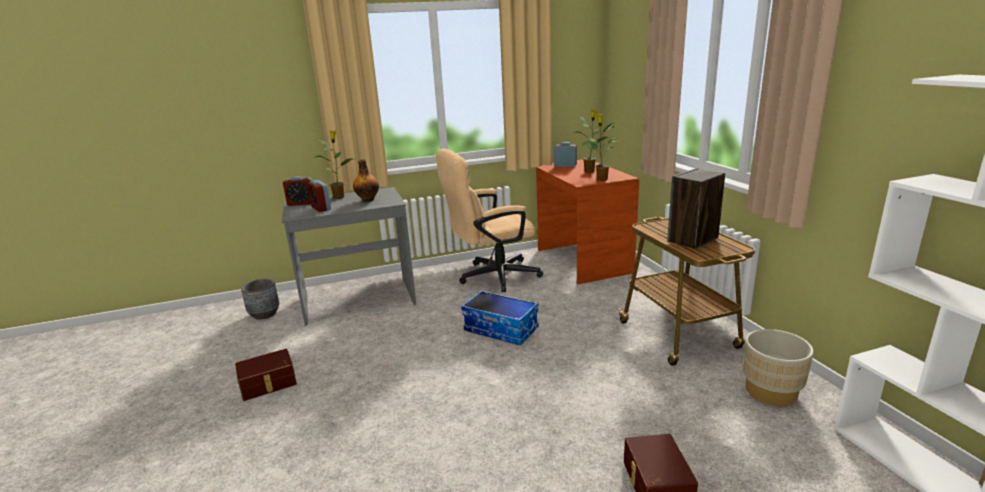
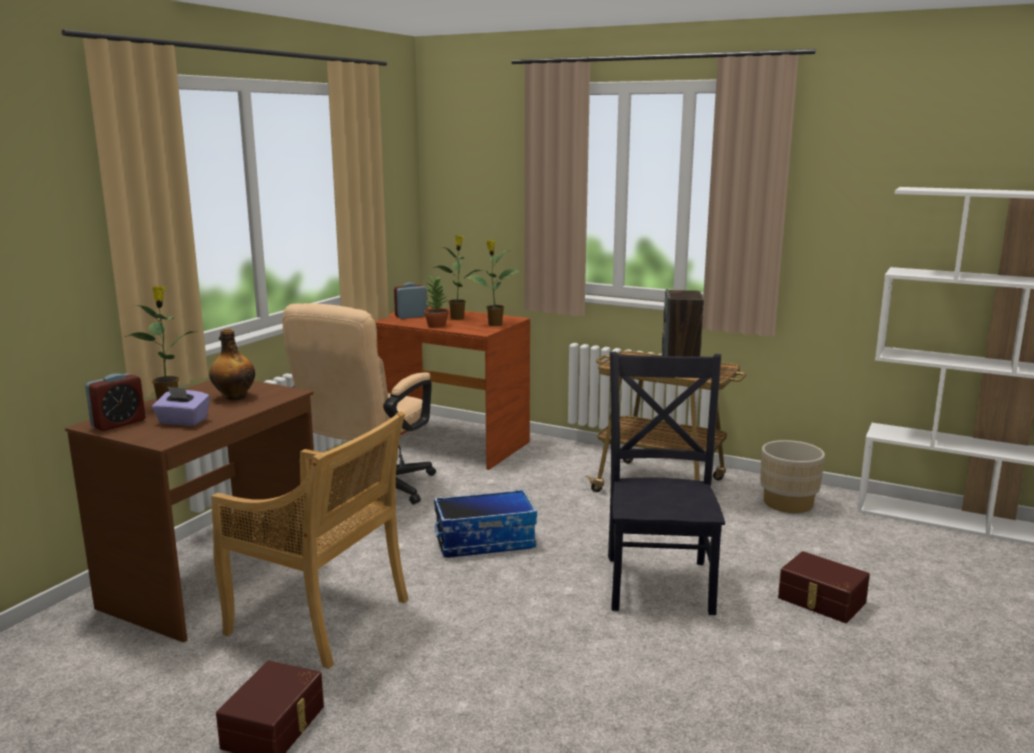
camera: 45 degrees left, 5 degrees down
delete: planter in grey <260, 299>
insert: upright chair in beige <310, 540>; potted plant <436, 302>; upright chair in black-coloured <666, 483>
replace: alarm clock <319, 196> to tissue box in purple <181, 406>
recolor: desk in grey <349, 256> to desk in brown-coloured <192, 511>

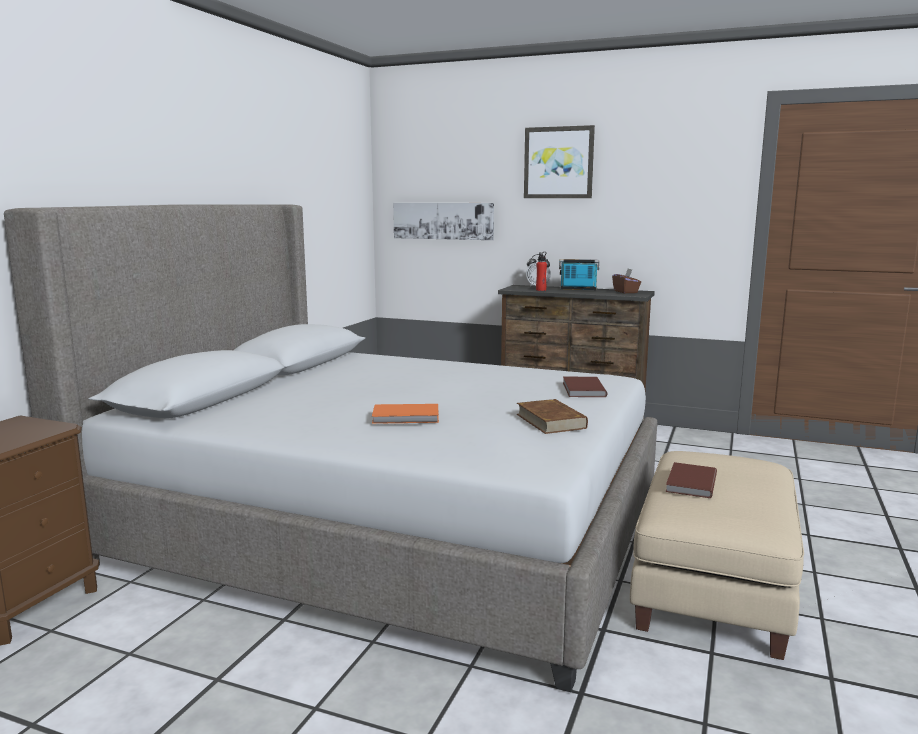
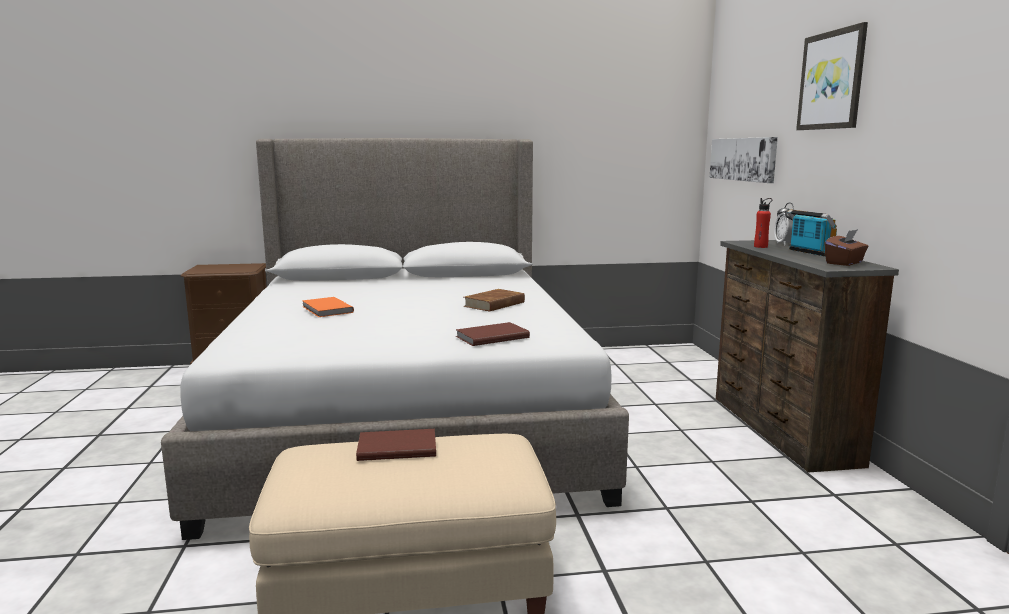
camera: 60 degrees right, 0 degrees up
move: volume in brown-coloured <552, 416> to <494, 300>

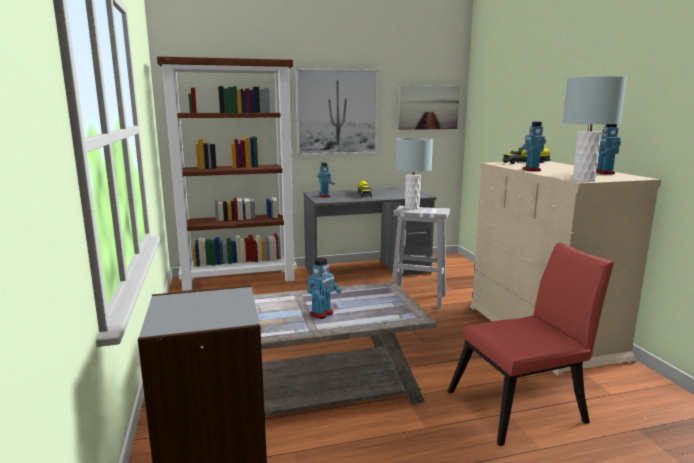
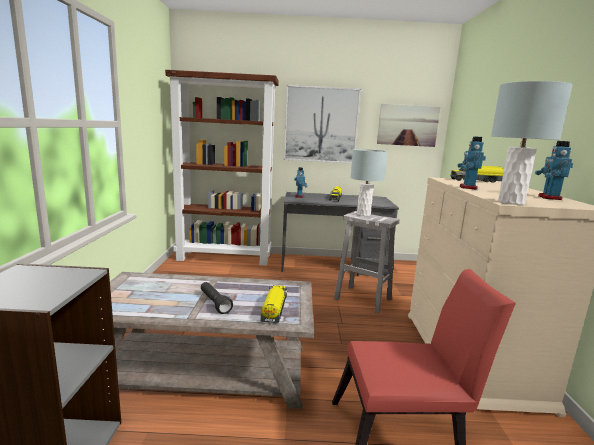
camera: 15 degrees right, 0 degrees up
insert: model truck <273, 304>
replace: model robot <324, 288> to flashlight in black-coloured <217, 298>

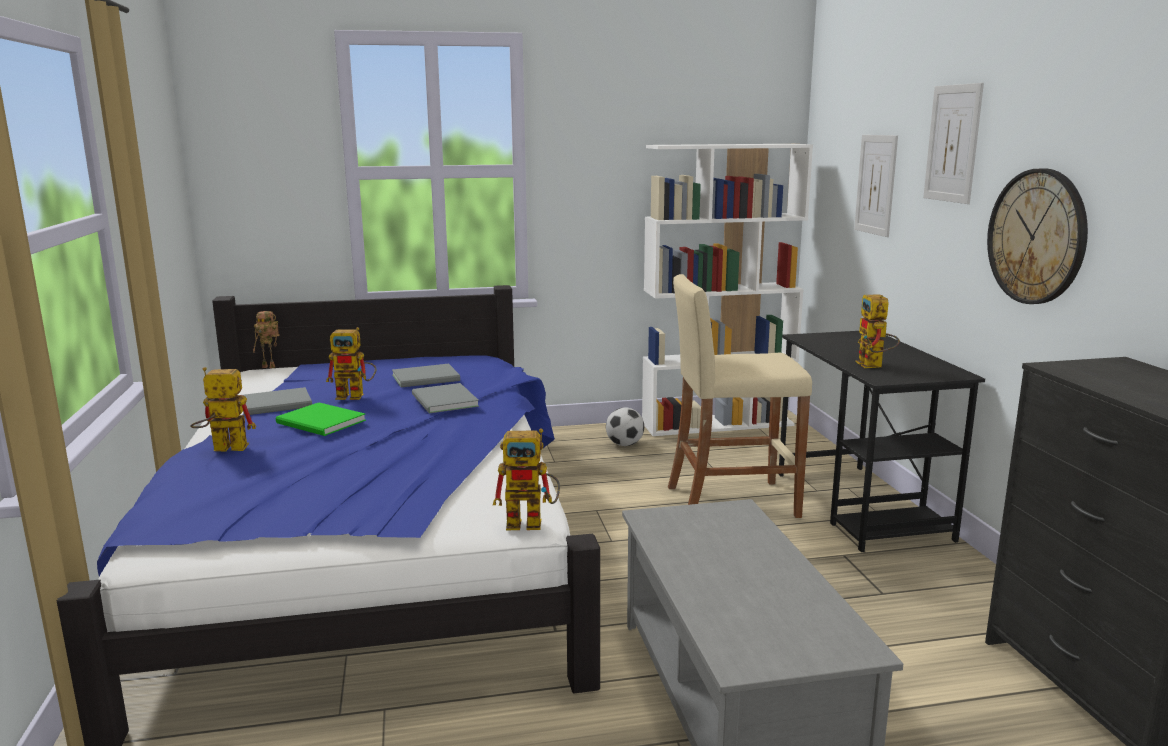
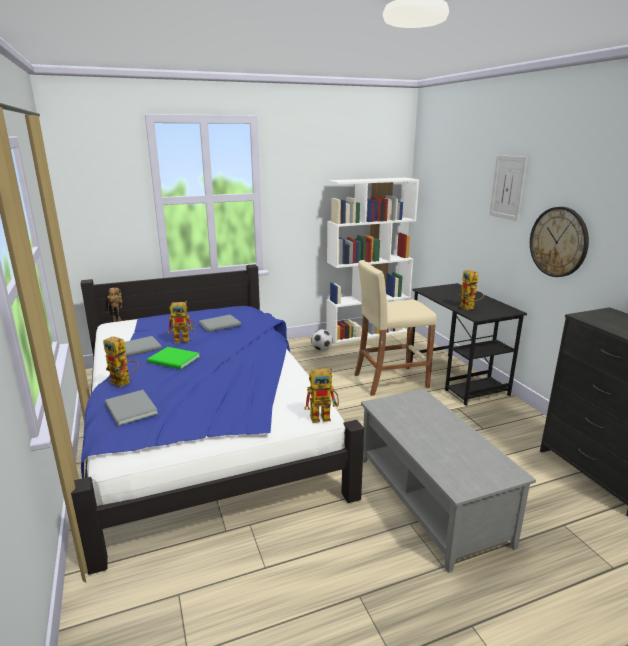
camera: 10 degrees left, 5 degrees up
delete: wall picture <876, 186>
move: volume in grey <445, 398> to <131, 408>
rotate: model robot <223, 409> = <121, 361> 135 degrees counterclockwise

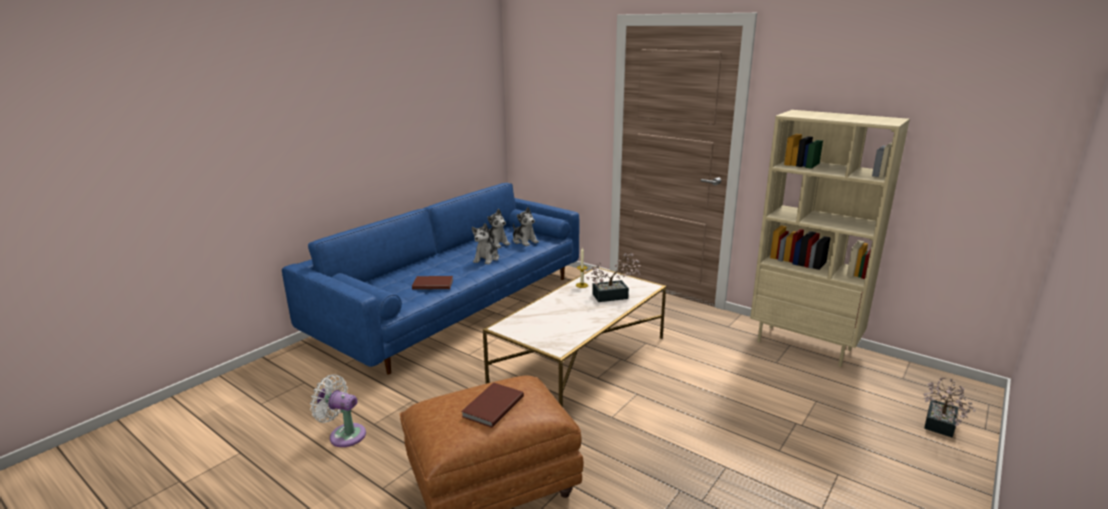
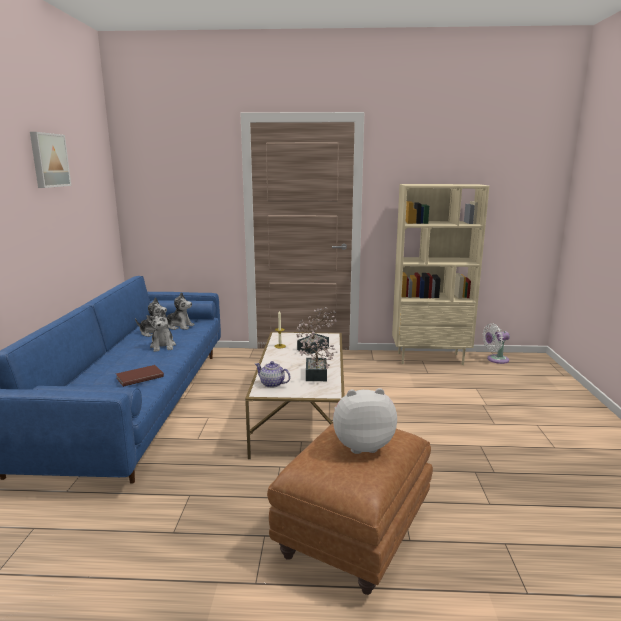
camera: 35 degrees left, 5 degrees down
insert: wall picture <51, 160>; pot for tea <273, 374>
move: cooling fan in whitish <338, 411> to <496, 343>; potted plant <949, 408> to <318, 358>
replace: volume in brown-coloured <492, 405> to plush toy <365, 421>

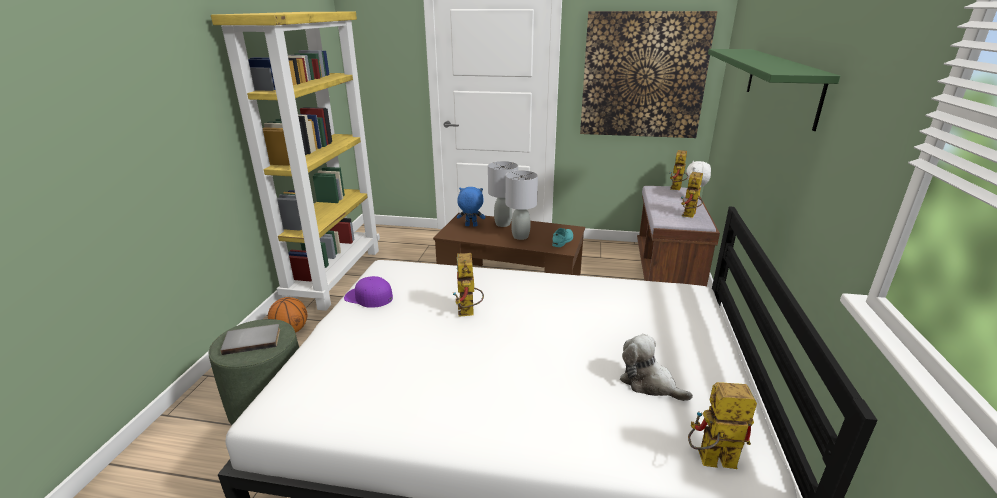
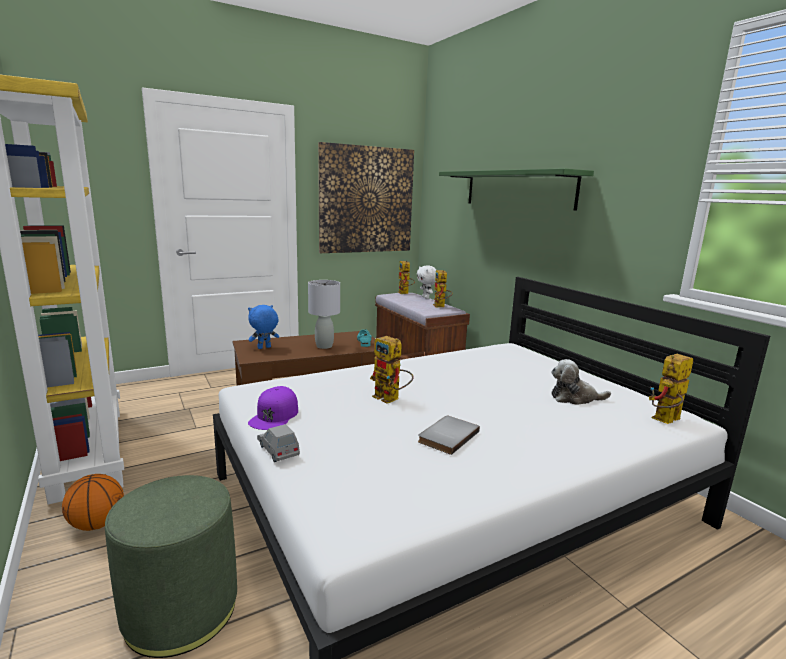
camera: 40 degrees left, 10 degrees down
delete: lamp for a table in grey <503, 194>
insert: model car in grey <278, 443>
move: volume in grey <250, 339> to <449, 435>
rotate: peaked cap in purple <368, 292> = <273, 408> 60 degrees counterclockwise

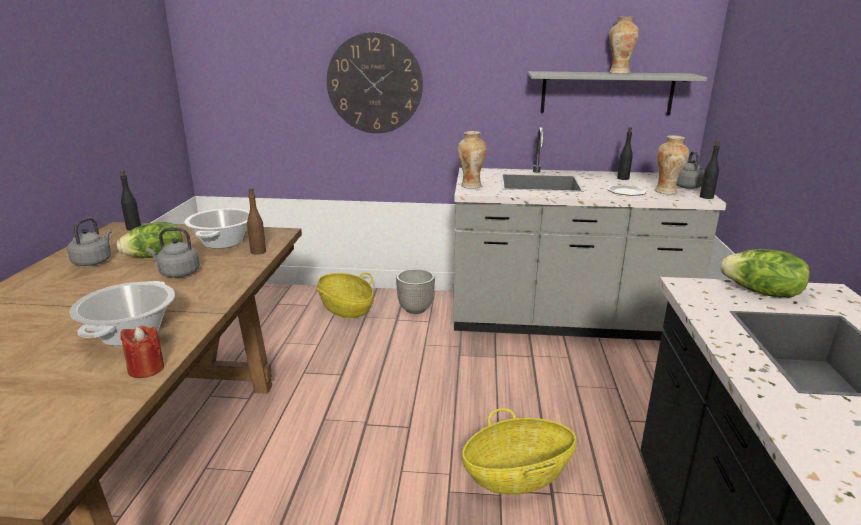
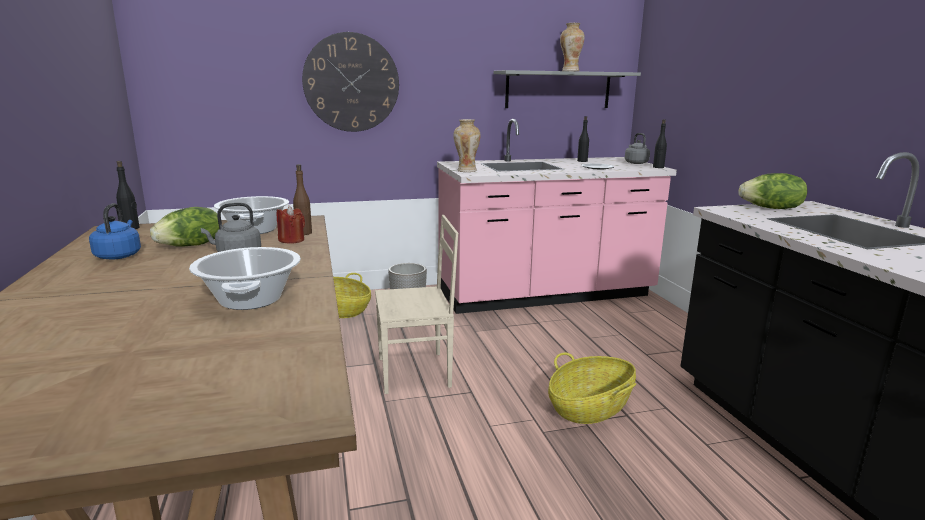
camera: 20 degrees left, 5 degrees down
delete: decorative vase <672, 164>
insert: upright chair in beige <417, 304>
move: wax candle in red-coloured <142, 352> to <291, 225>
recolor: water kettle in grey <89, 242> to water kettle in blue <115, 231>; kitchen base unit in grey <590, 234> to kitchen base unit in pink <557, 216>

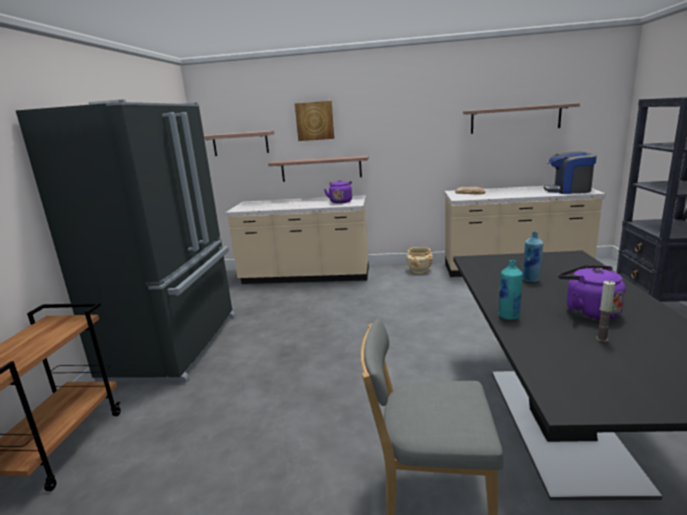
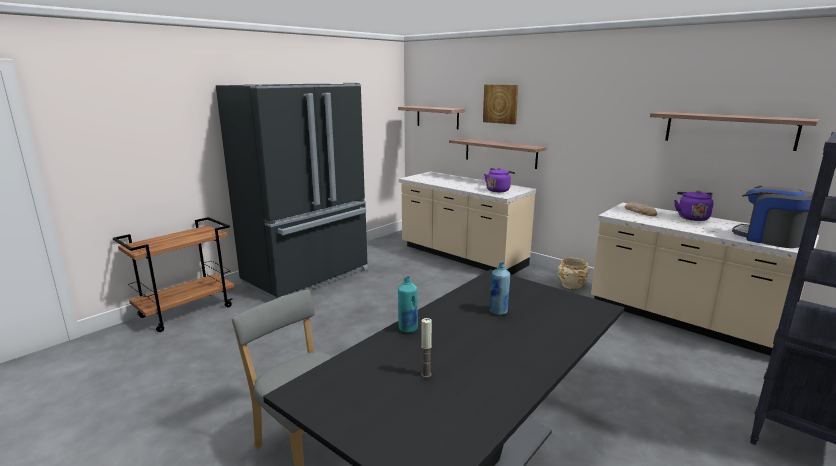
camera: 35 degrees right, 0 degrees up
move: water kettle in purple <592, 293> to <694, 205>

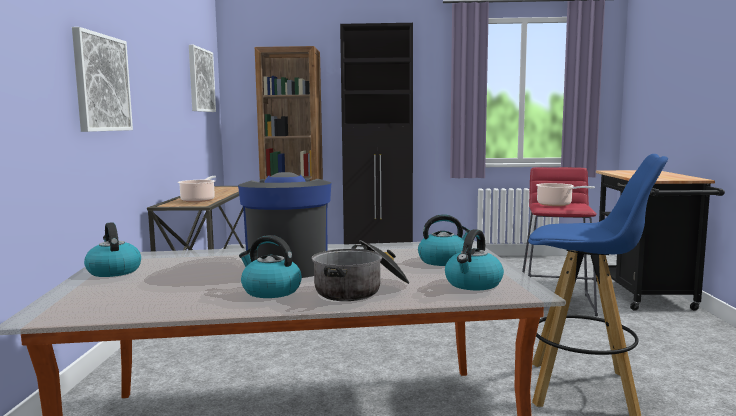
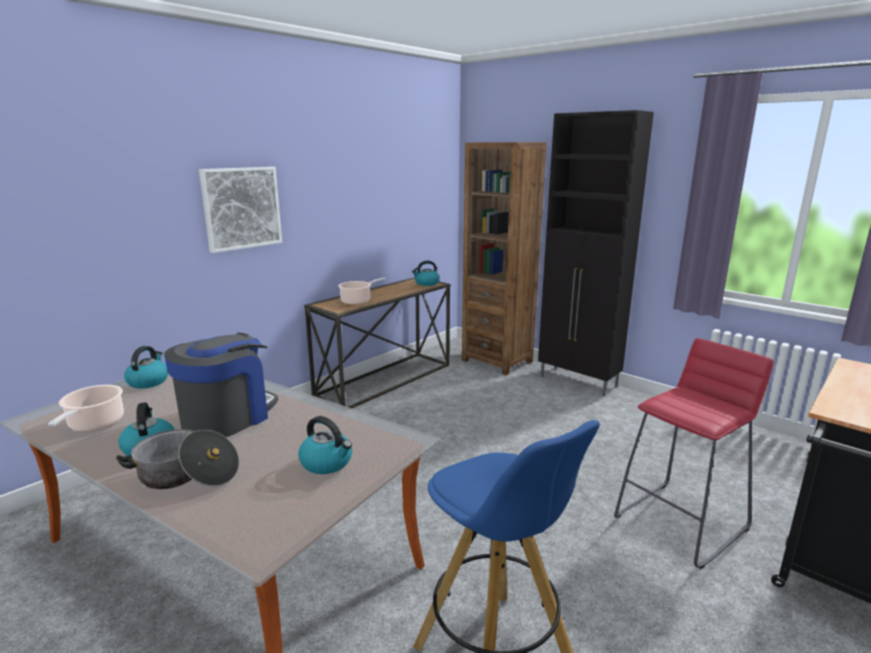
camera: 40 degrees right, 10 degrees up
delete: wall picture <202, 78>
move: water kettle <474, 259> to <425, 273>; cooking pot <565, 194> to <86, 408>

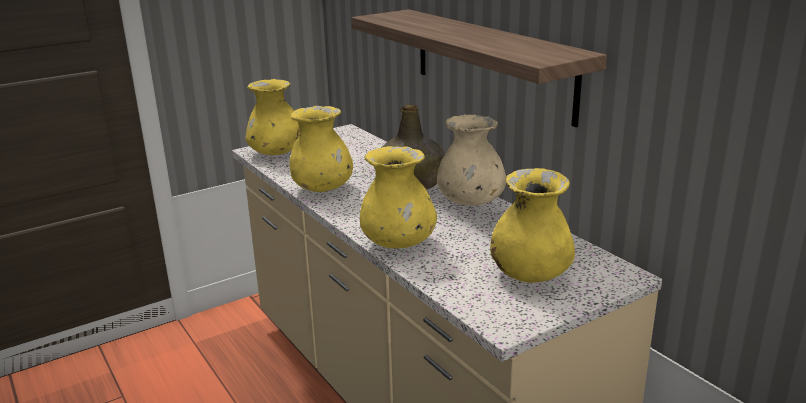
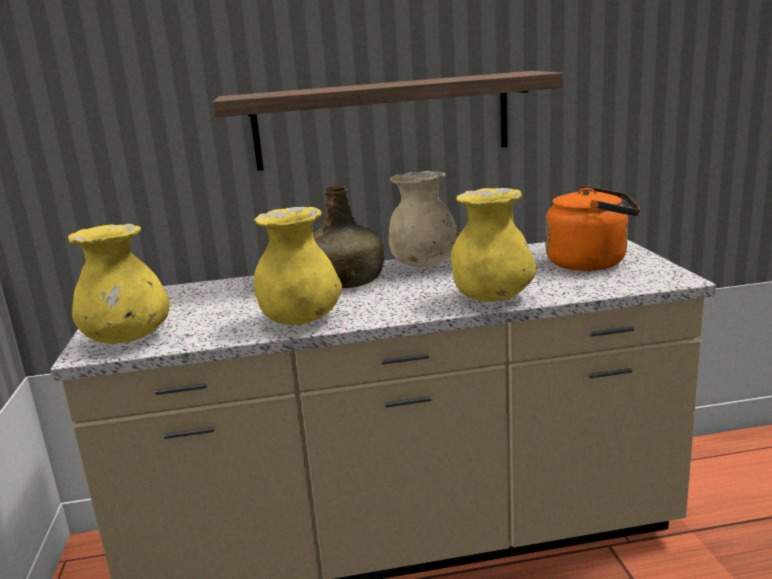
camera: 65 degrees left, 5 degrees down
replace: decorative vase in yellow <532, 225> to water kettle in orangey <592, 228>

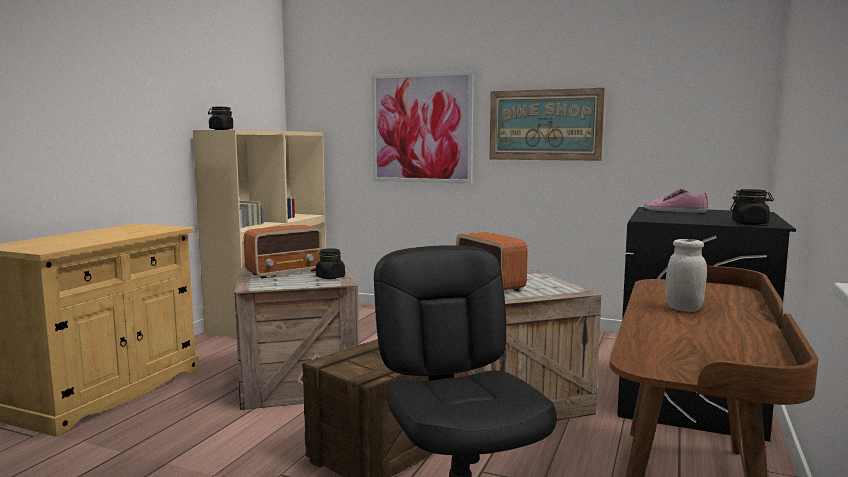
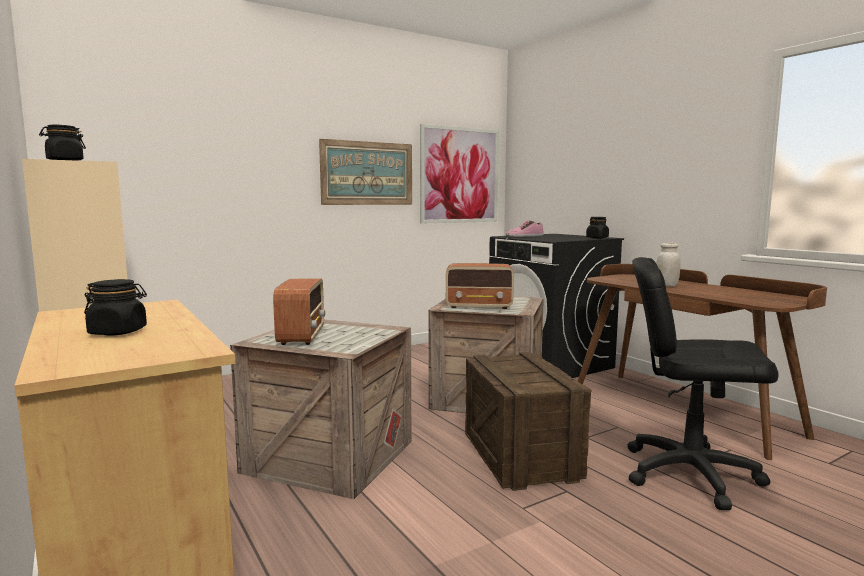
camera: 55 degrees left, 0 degrees up
move: jar in black-coloured <330, 263> to <115, 307>; wall picture <422, 127> to <459, 174>

